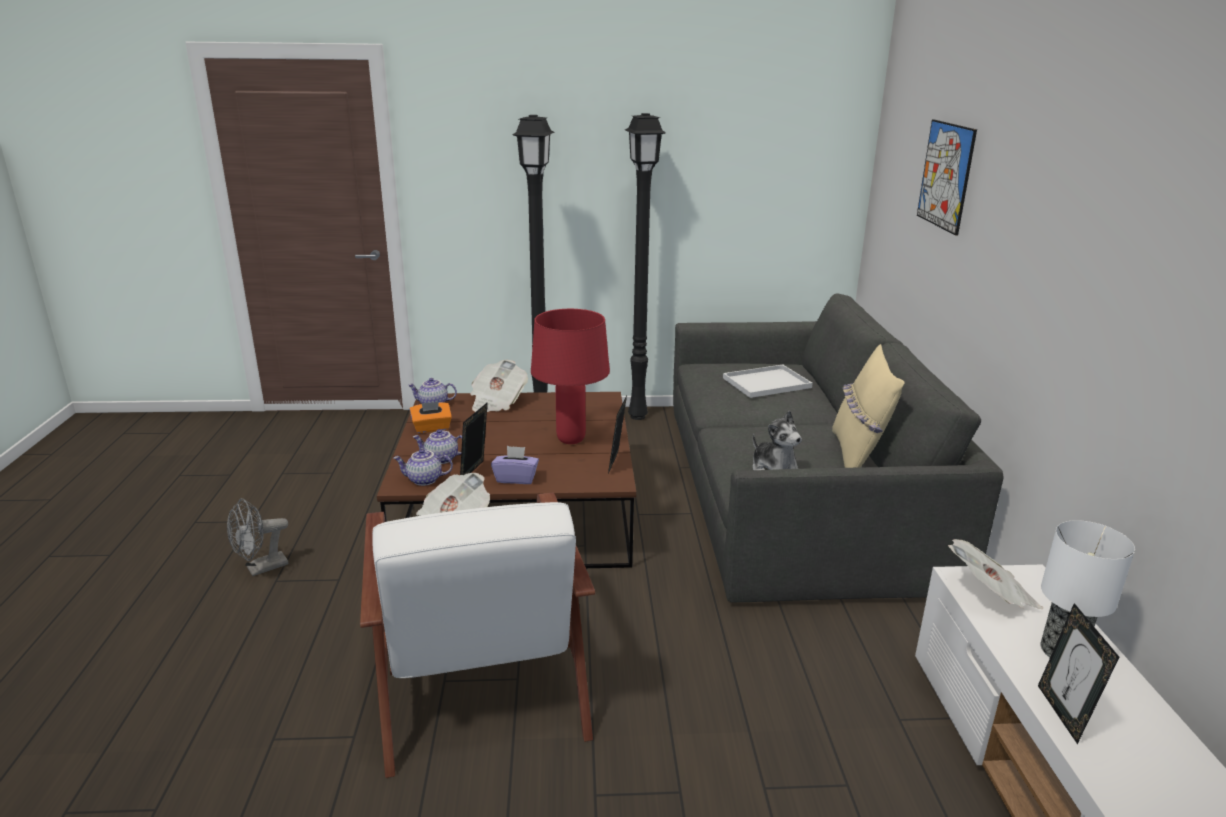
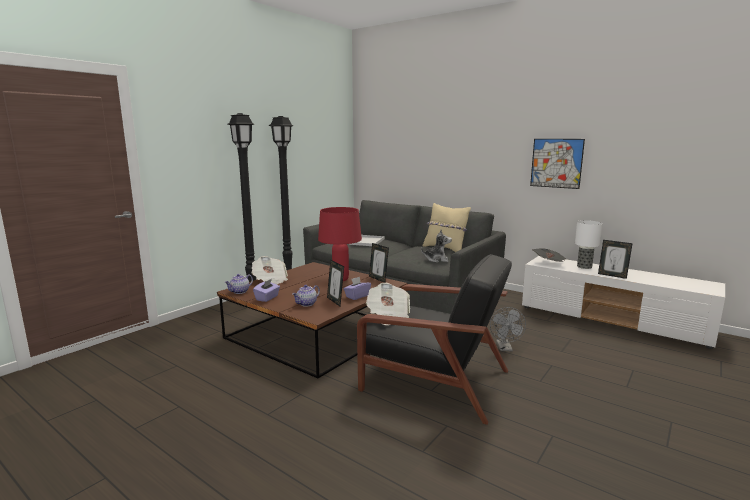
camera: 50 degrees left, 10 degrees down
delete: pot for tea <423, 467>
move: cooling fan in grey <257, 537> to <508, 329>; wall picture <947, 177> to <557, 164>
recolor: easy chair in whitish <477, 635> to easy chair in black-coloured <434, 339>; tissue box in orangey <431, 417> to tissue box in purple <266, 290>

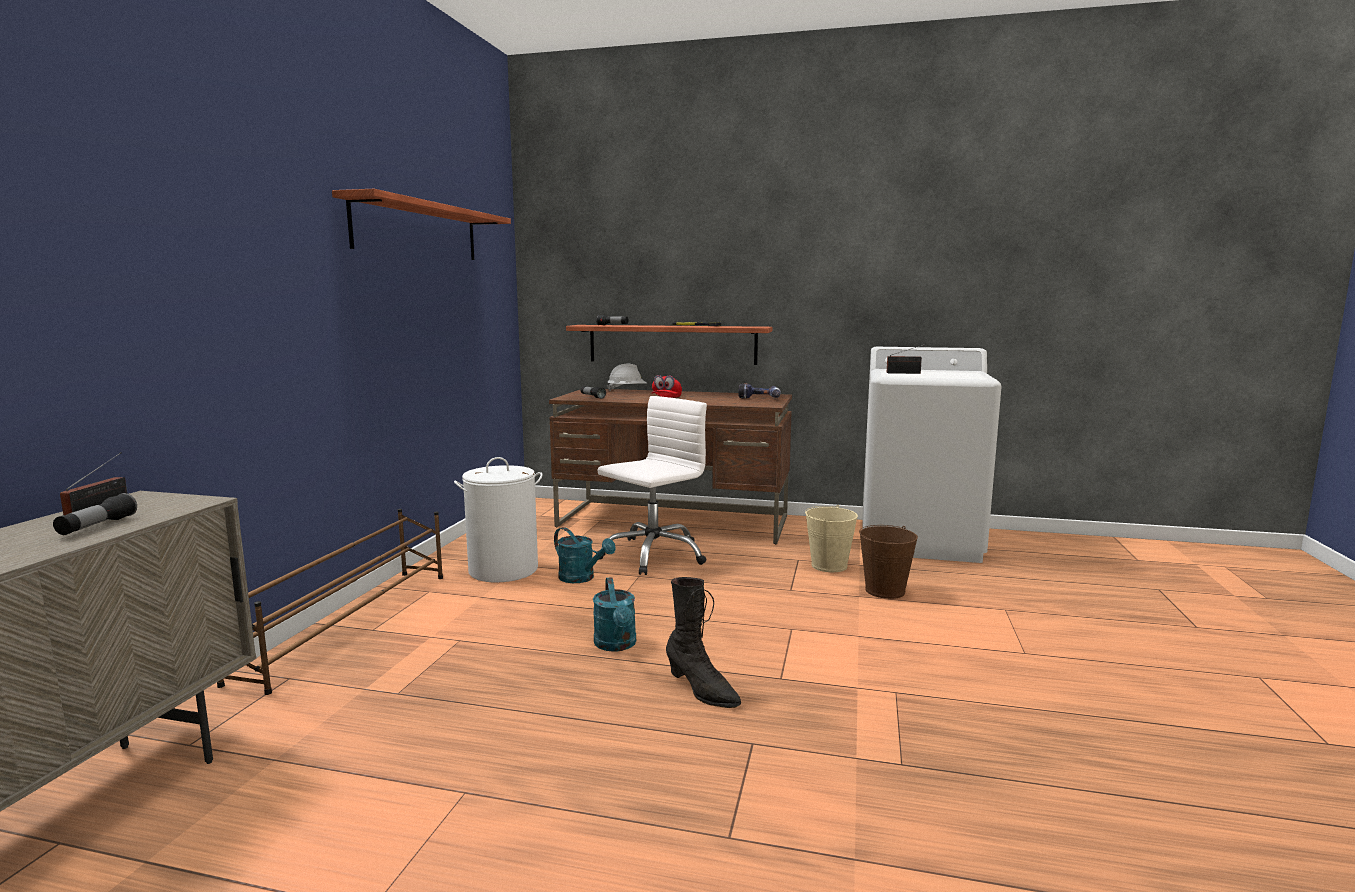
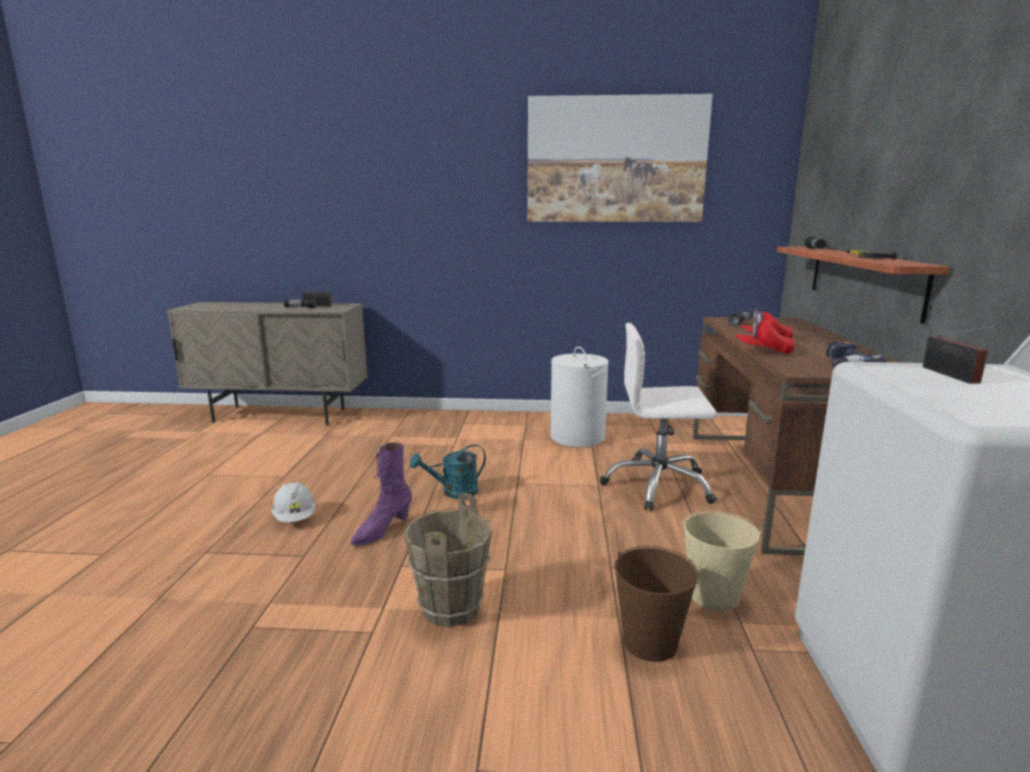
camera: 80 degrees right, 5 degrees up
delete: shoe rack in brown-coloured <330, 602>; watering can in turquoise-coloured <585, 555>
insert: bucket in brown-coloured <448, 560>; peaked cap in red-coloured <765, 335>
move: hard hat in whitish <626, 377> to <294, 502>
replace: bracket shelf <421, 224> to wall picture <620, 158>
recolor: tall boot in black-coloured <703, 642> to tall boot in purple <381, 494>
rotate: desk chair in whitish <651, 485> = <658, 417> 150 degrees clockwise

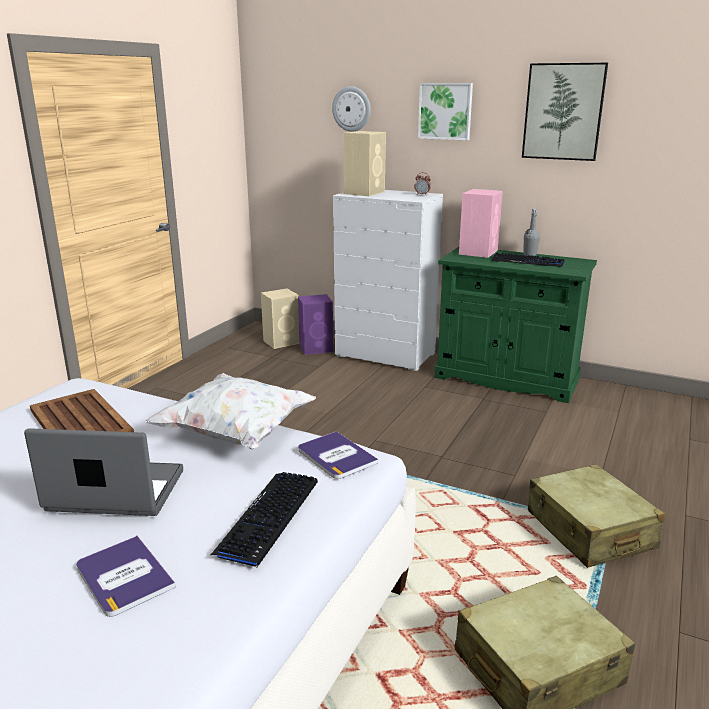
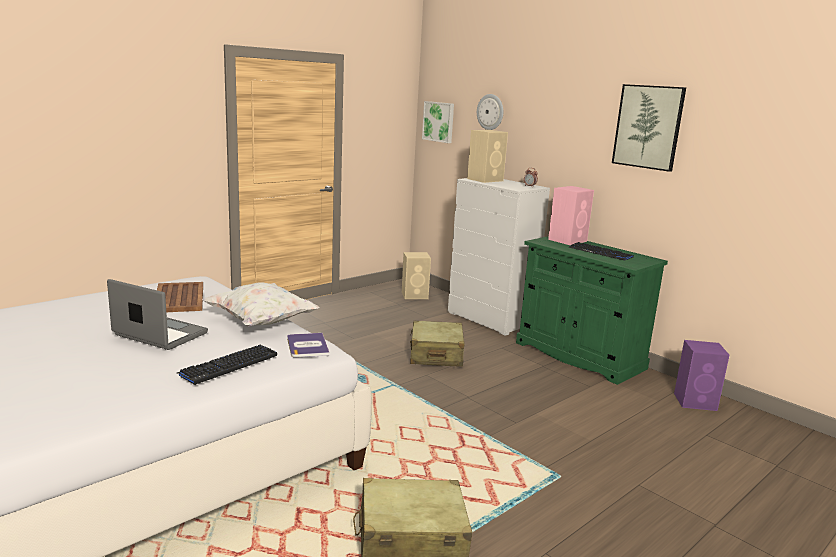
camera: 20 degrees right, 5 degrees down
delete: volume <126, 576>; bottle in grey <532, 232>
move: speaker in purple <315, 324> to <702, 375>; wall picture <445, 111> to <438, 122>; piece of luggage in beige <596, 516> to <437, 343>

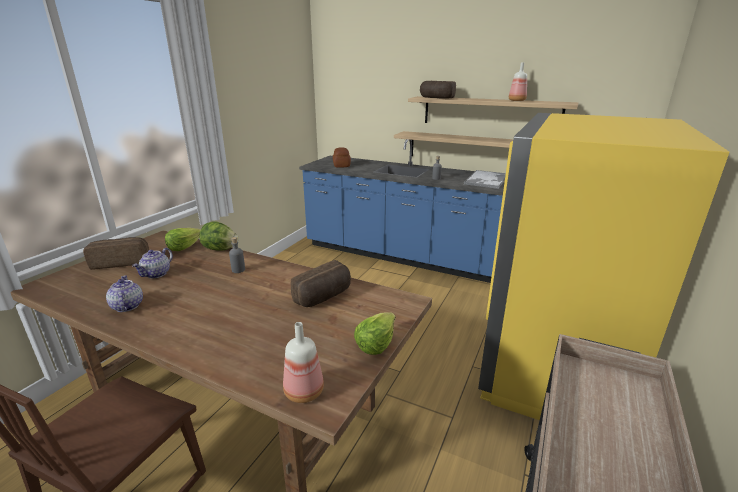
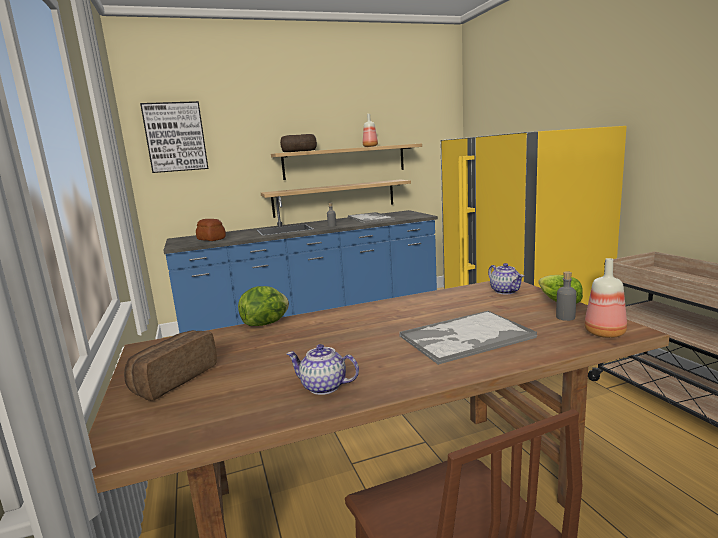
camera: 45 degrees left, 10 degrees down
delete: head of lettuce <183, 239>; bread <321, 283>
insert: wall picture <174, 137>; serving tray <468, 337>
move: pot for tea <152, 263> to <506, 278>; bottle in grey <237, 255> to <566, 296>

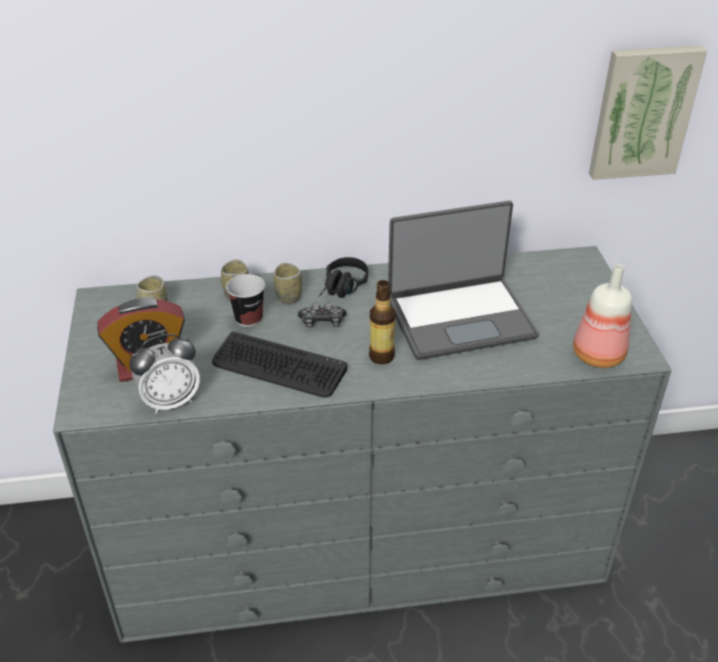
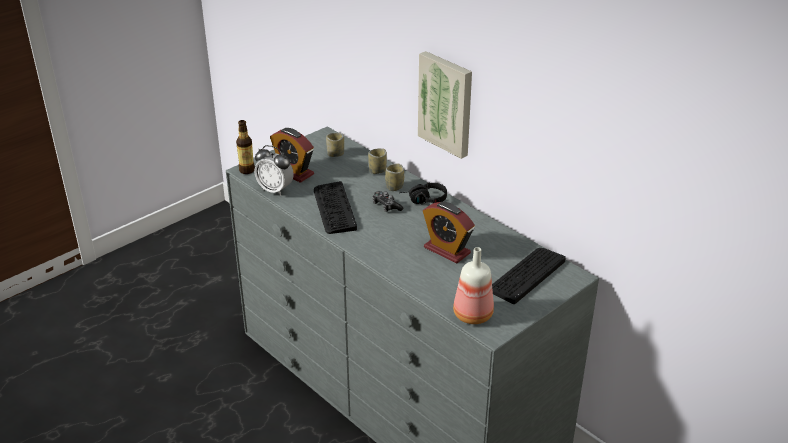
camera: 55 degrees right, 5 degrees down
delete: cup <245, 300>
insert: PC keyboard <529, 276>
move: bottle <382, 322> to <245, 147>; wall picture <648, 112> to <445, 105>
replace: portable computer <463, 280> to alarm clock <449, 232>

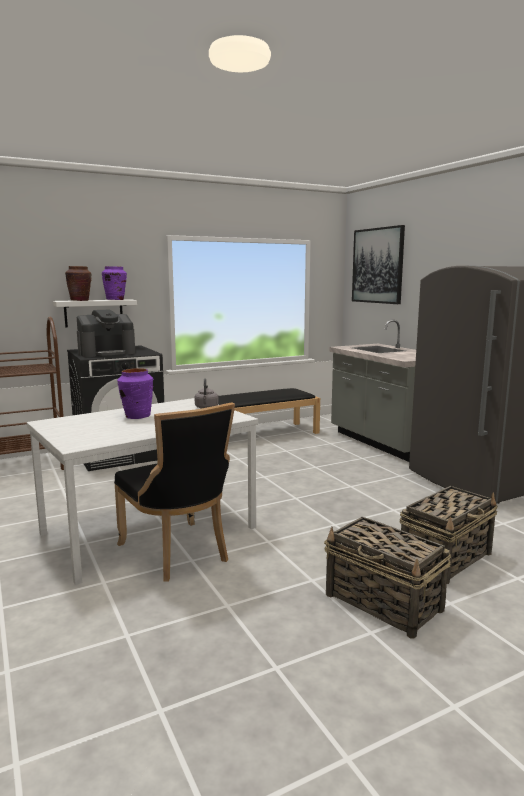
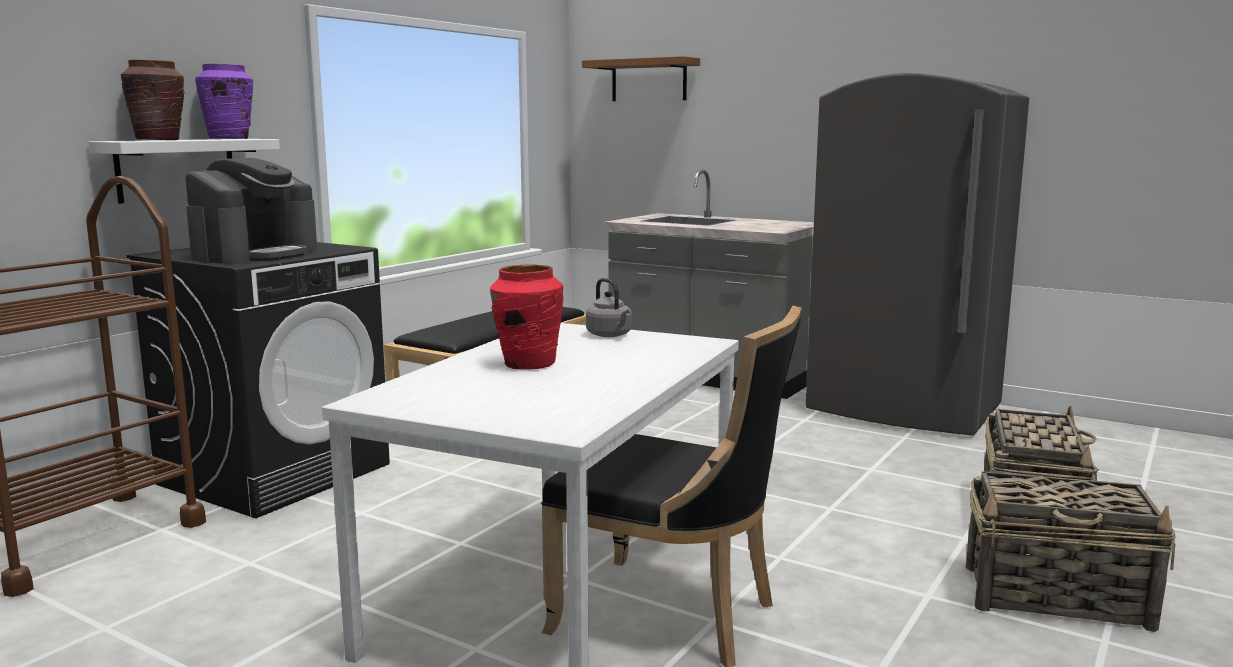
camera: 30 degrees left, 0 degrees up
replace: wall picture <378, 264> to bracket shelf in brown-coloured <641, 78>
recolor: decorative vase in purple <135, 393> to decorative vase in red-coloured <526, 317>

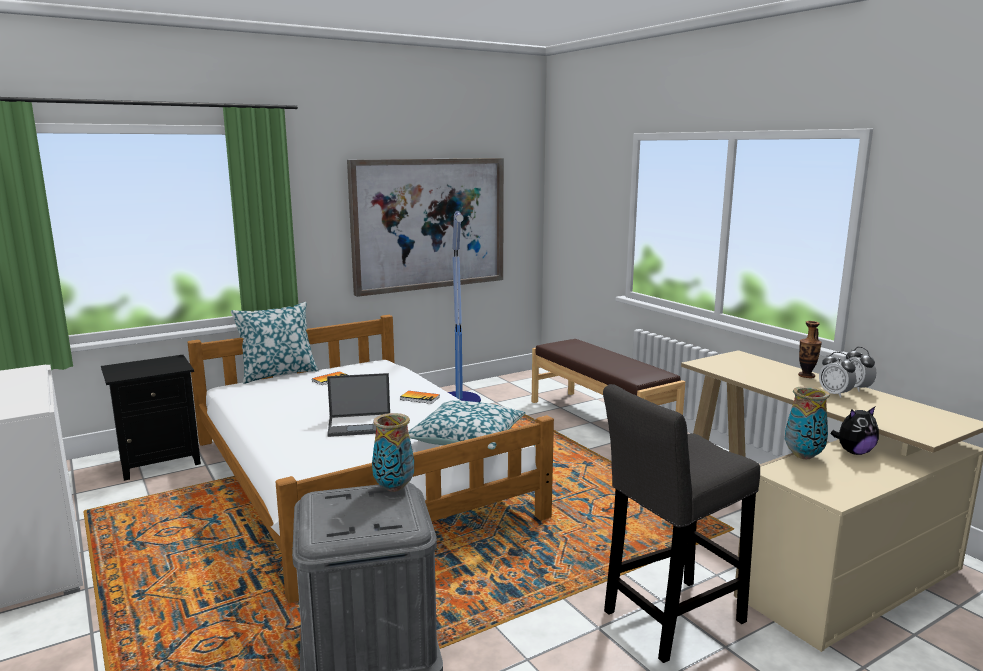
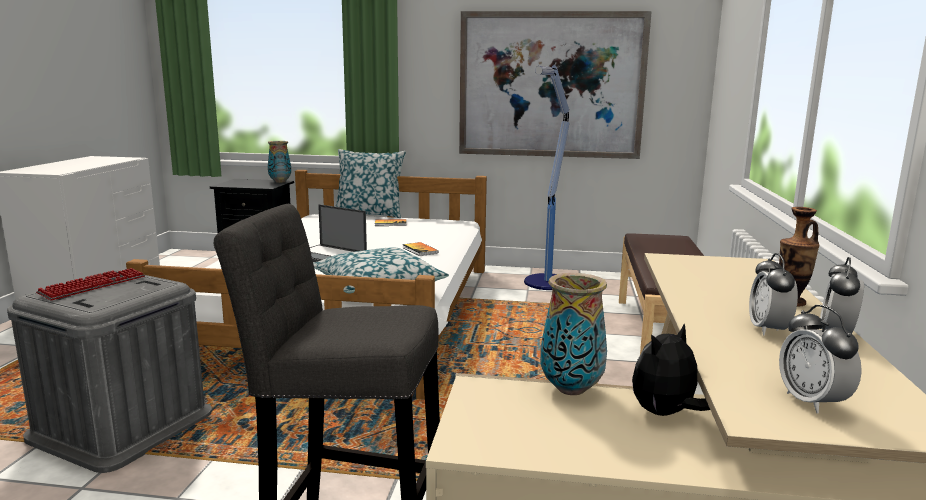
camera: 40 degrees right, 0 degrees up
insert: PC keyboard <90, 284>; alarm clock <820, 359>
move: decorative vase <393, 452> to <279, 162>
rotate: plush toy <854, 431> = <671, 370> 120 degrees clockwise

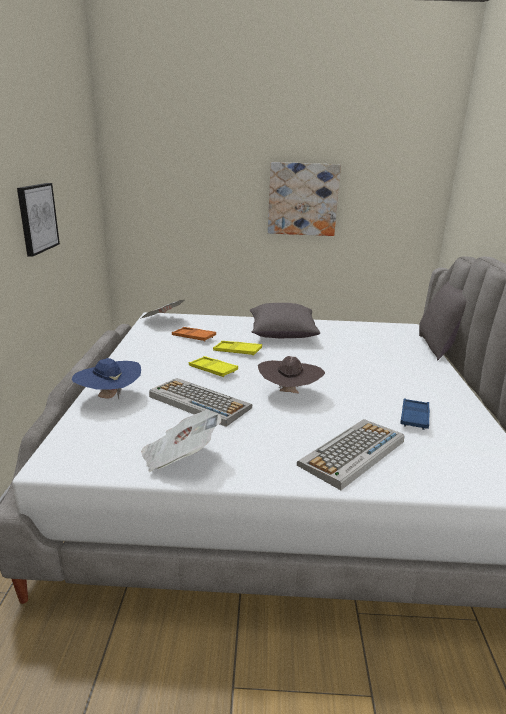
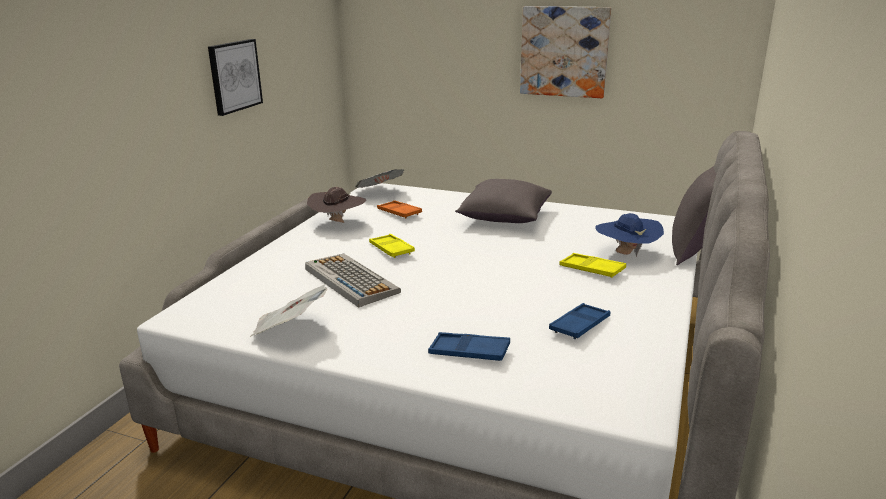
camera: 20 degrees right, 0 degrees up
move: clothing hat in blue <106, 378> to <629, 235>; serving tray in yellow <237, 348> to <592, 265>; clothing hat in brown-coloured <291, 375> to <336, 205>
replace: PC keyboard <350, 454> to serving tray in blue <469, 346>

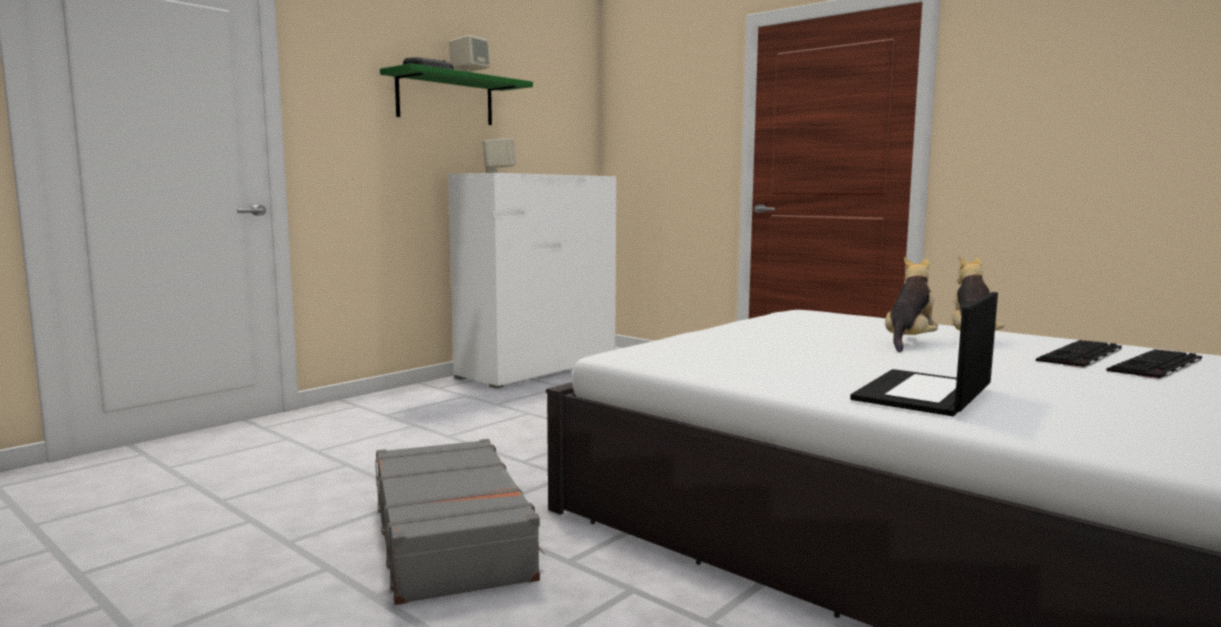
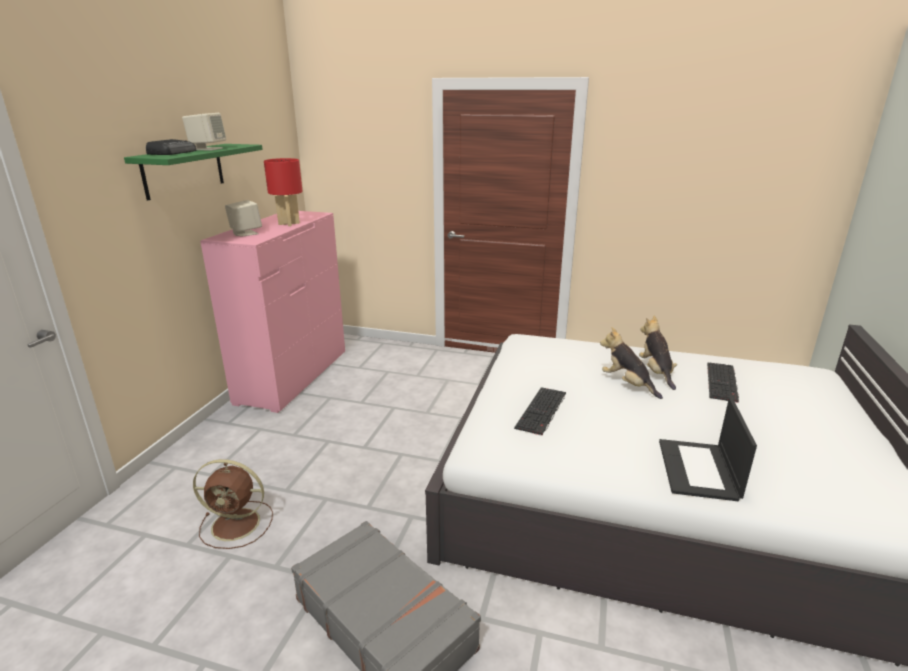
camera: 25 degrees left, 15 degrees up
insert: cooling fan in brown-coloured <233, 504>; lamp for a table in red-coloured <283, 192>
move: PC keyboard <1154, 364> to <540, 412>
recolor: dresser in whitish <532, 281> to dresser in pink <272, 312>
rotate: plush toy <911, 304> = <631, 363> 45 degrees counterclockwise

